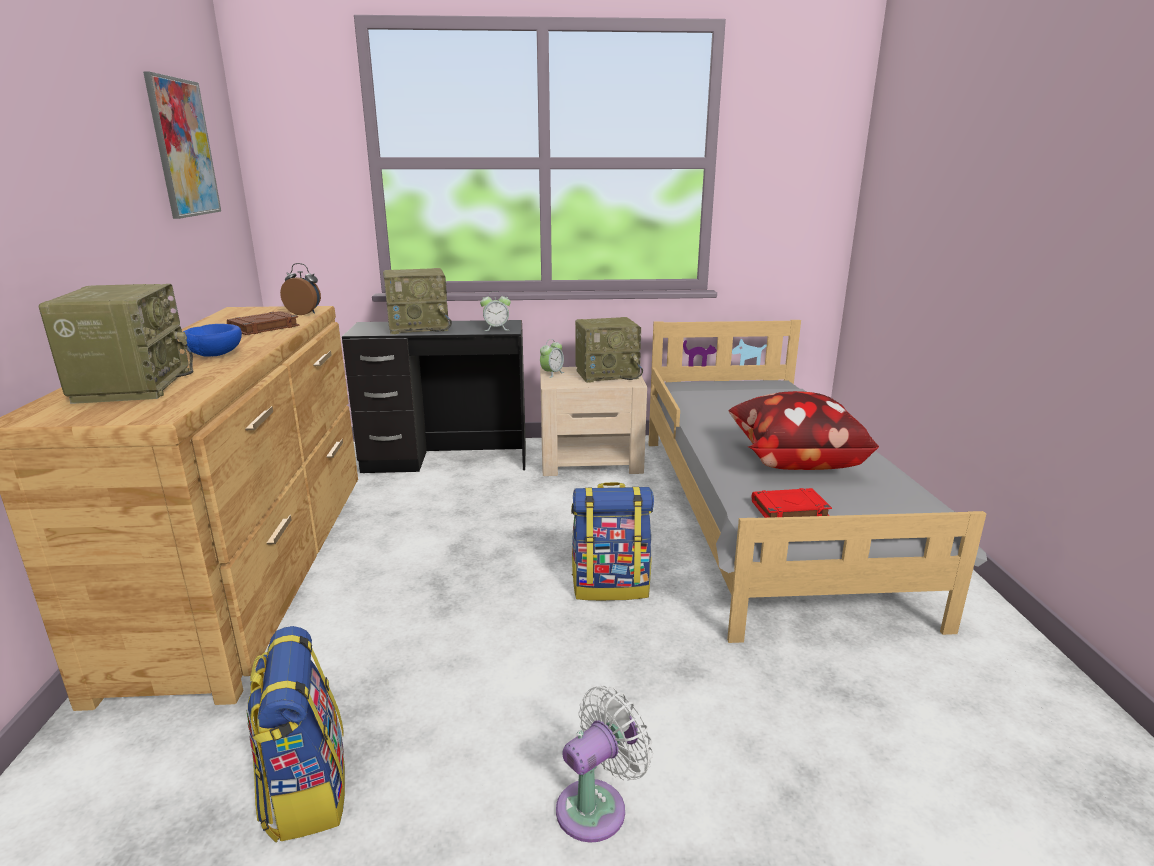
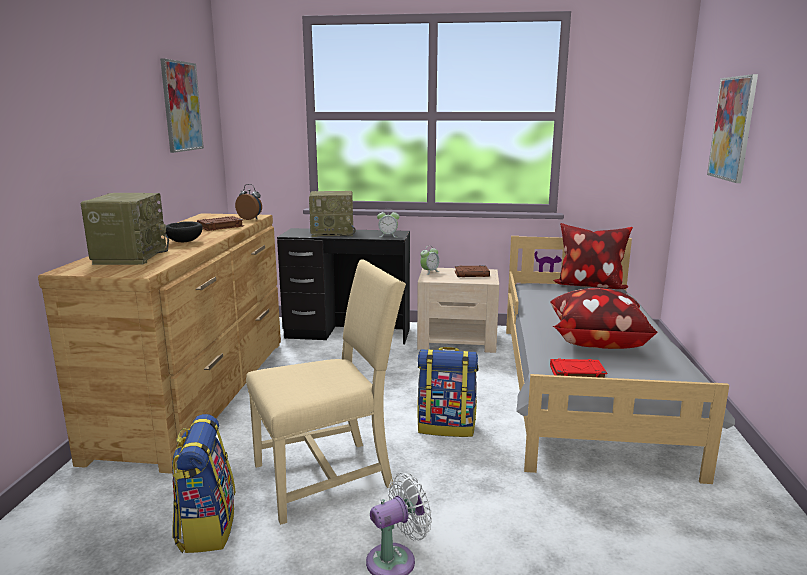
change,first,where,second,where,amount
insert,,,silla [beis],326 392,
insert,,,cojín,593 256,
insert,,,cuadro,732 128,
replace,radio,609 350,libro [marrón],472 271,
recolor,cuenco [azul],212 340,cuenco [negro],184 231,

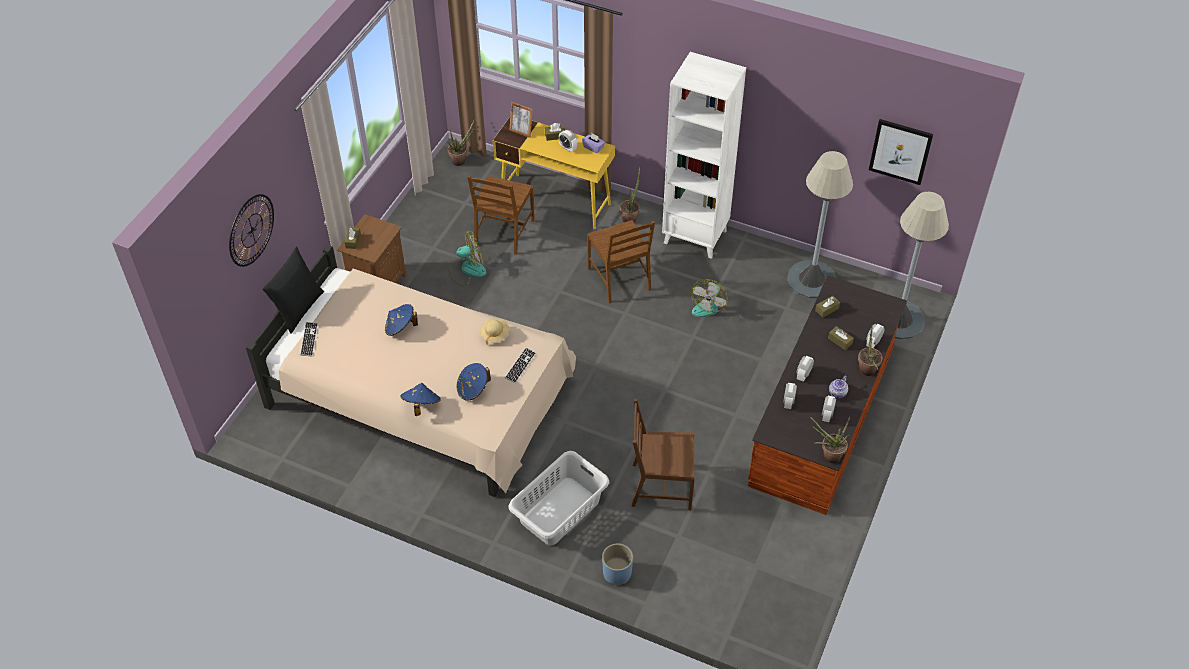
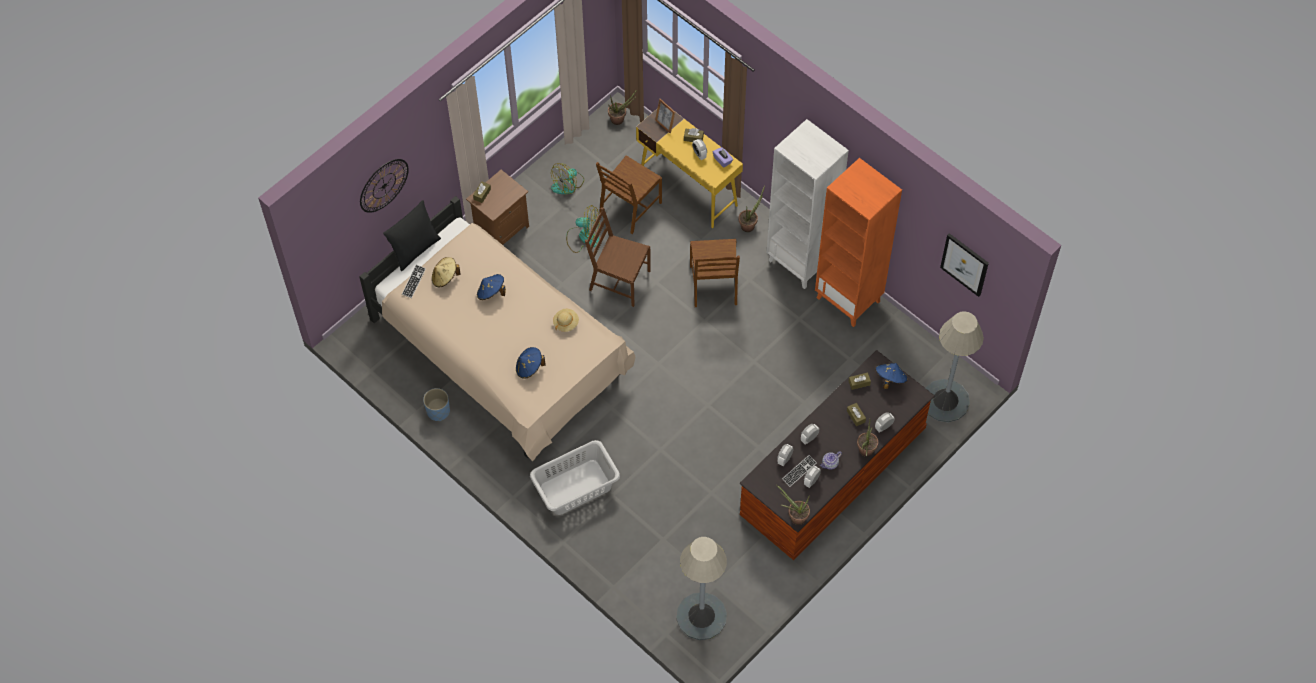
change,first,where,second,where,amount
insert,,,sombrero [beis],446 272,
insert,,,estantería [naranja],858 242,
move,sombrero [azul],421 399,,891 376,
move,teclado,520 365,,799 471,
move,maceta [azul],617 564,,436 404,
move,silla [marrón],663 454,,618 257,
move,ventilador,709 298,,567 178,
move,lámpara de pie [gris],820 224,,701 588,

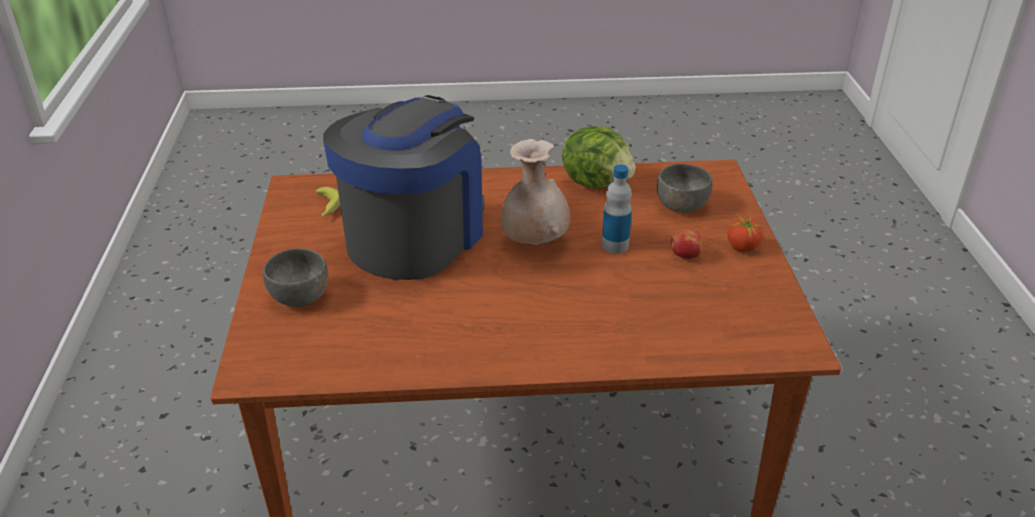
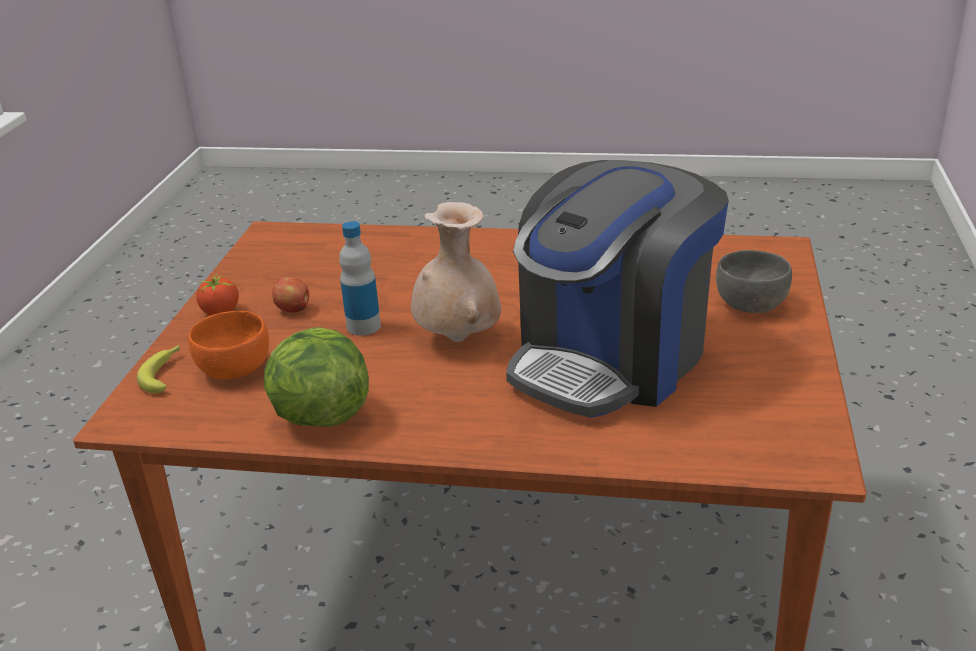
change,first,where,second,where,amount
move,plátano,327 202,,158 369,
recolor,cuenco [gris],684 188,cuenco [naranja],228 345,

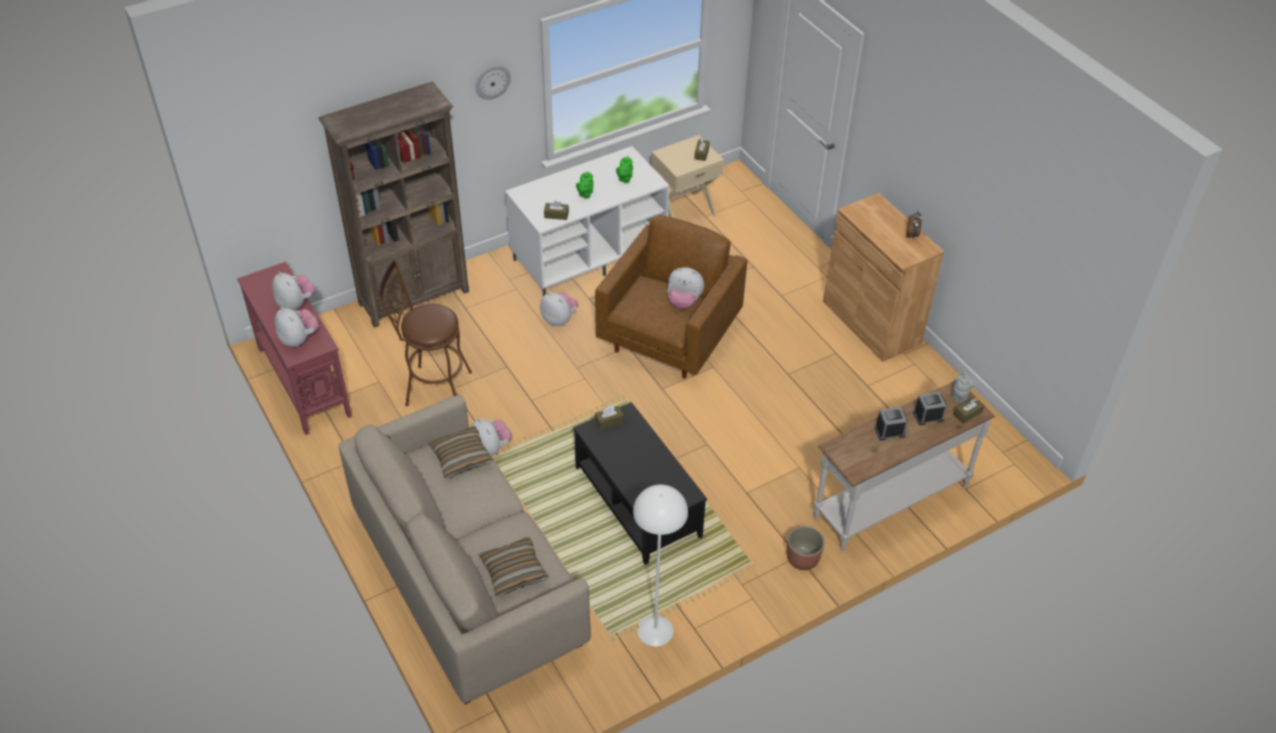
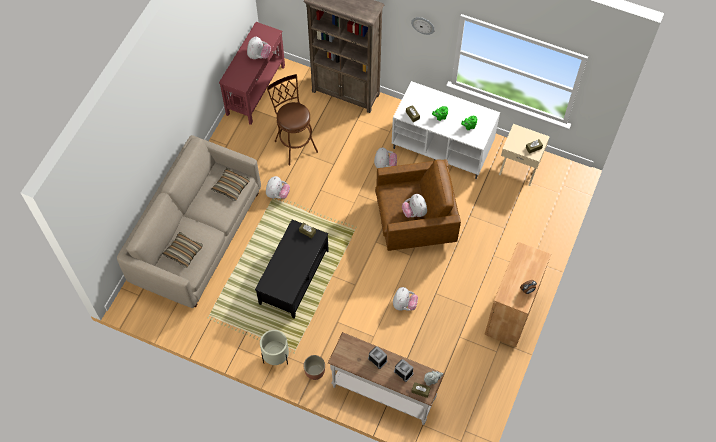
change,first,where,second,where,amount
delete,lámpara de pie [blanco],660 566,,,
insert,,,maceta [beis],274 347,
move,peluche,296 327,,405 299,

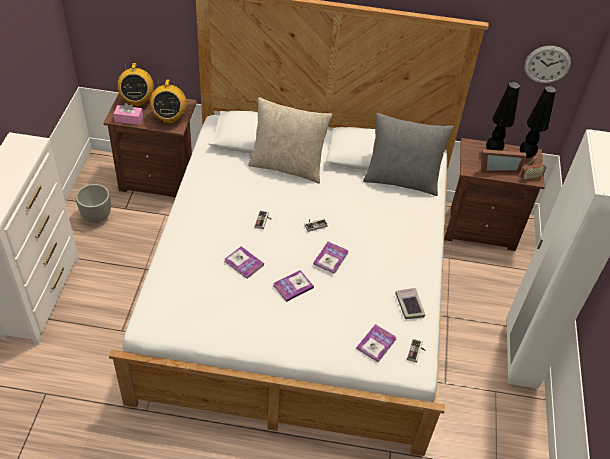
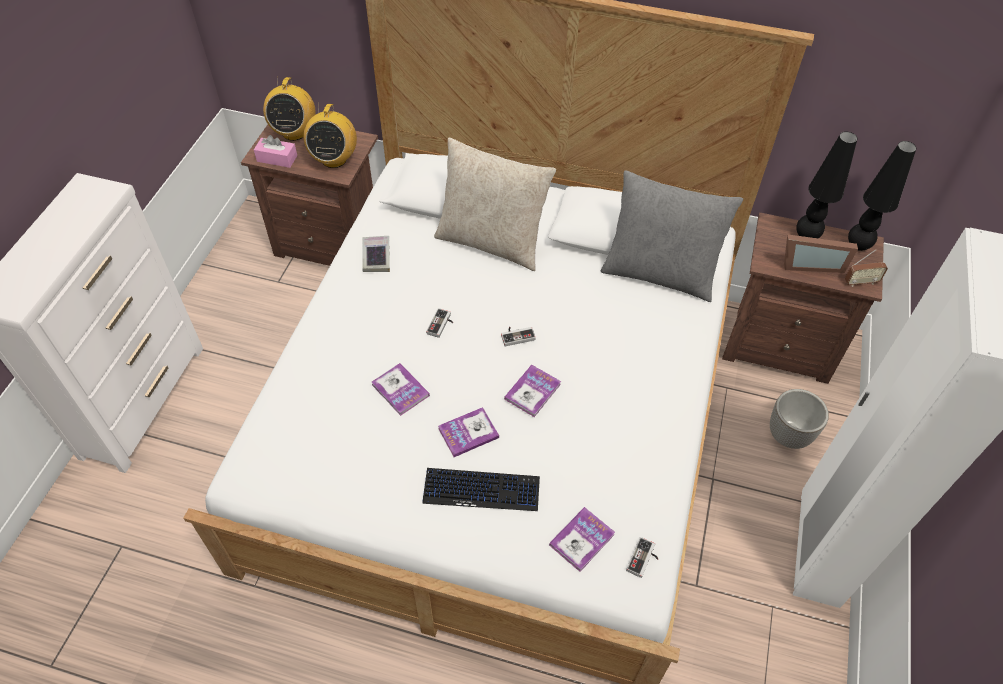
change,first,where,second,where,amount
delete,reloj de pared,547 64,,,
insert,,,teclado,481 489,
move,maceta,93 203,,799 419,
move,libro,410 303,,376 254,

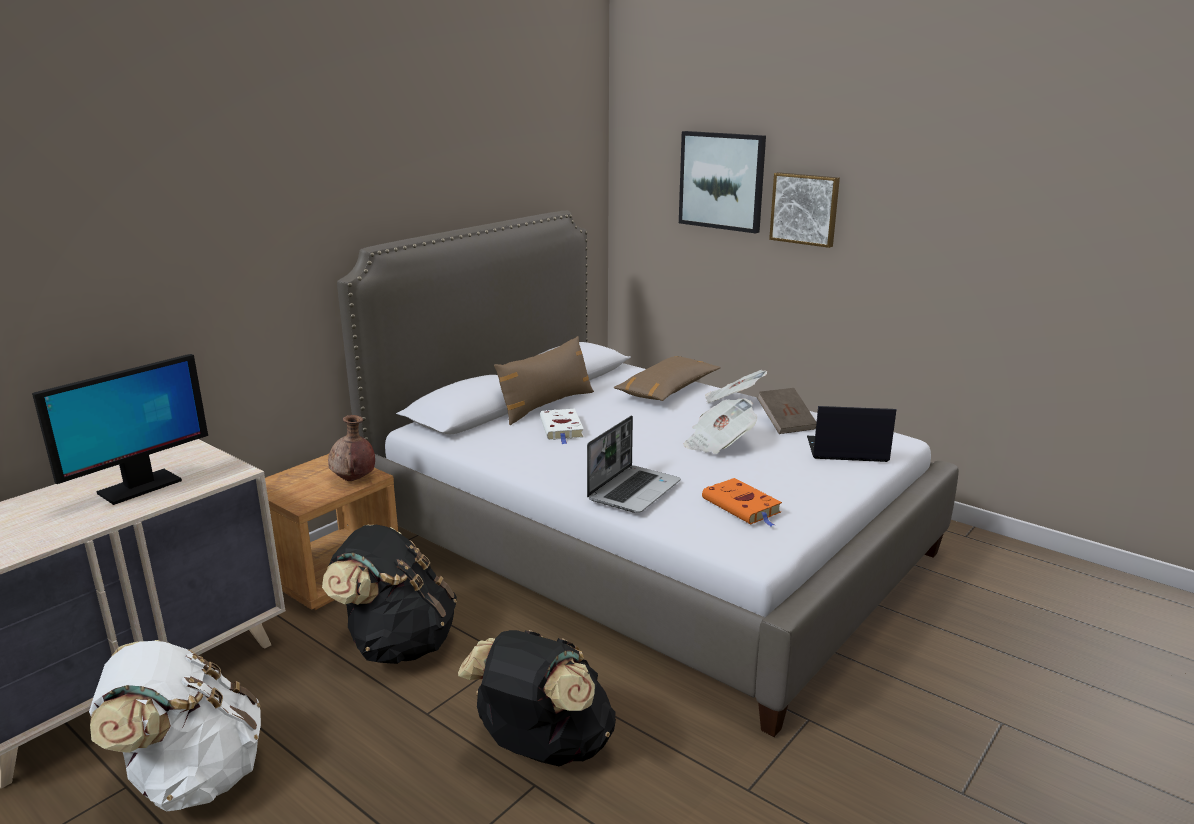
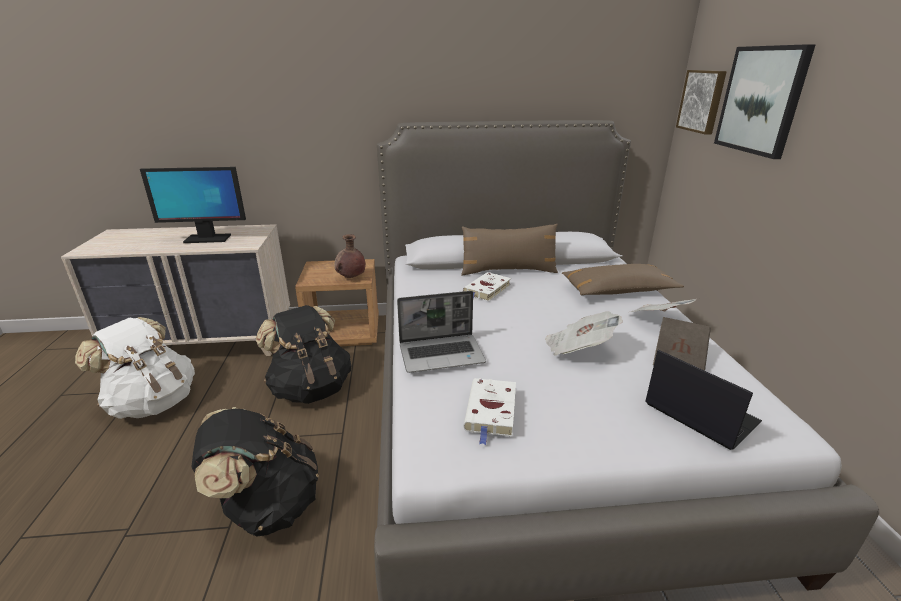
change,first,where,second,where,amount
move,cuadro,804 210,,701 102,
recolor,libro [naranja],742 502,libro [blanco],490 411,

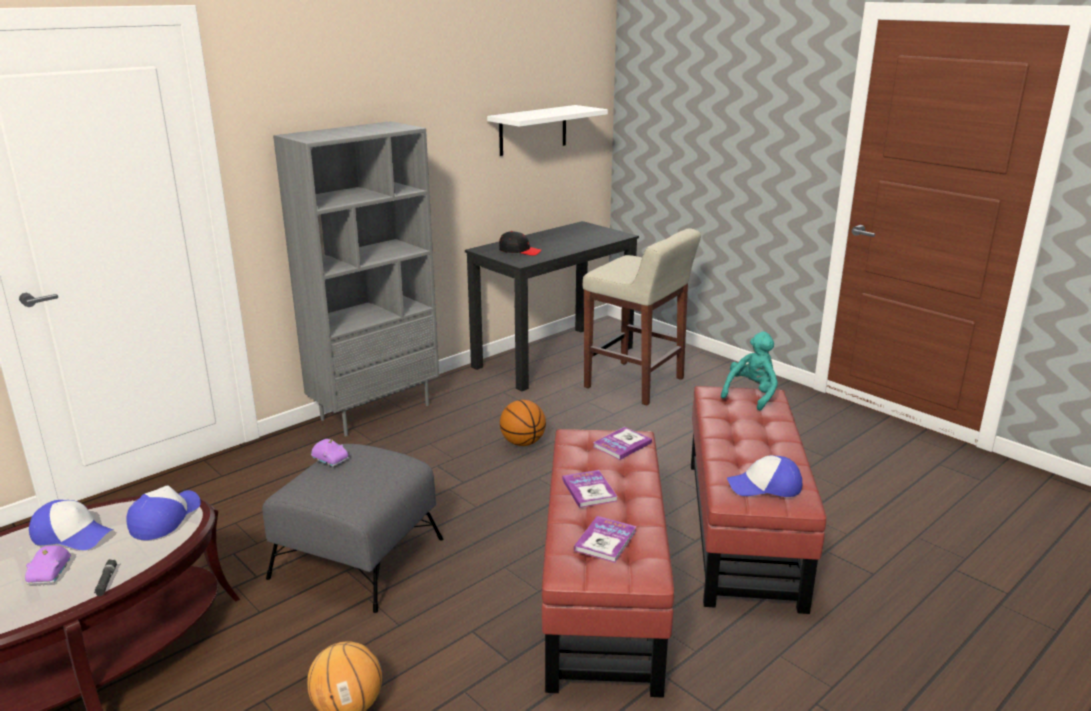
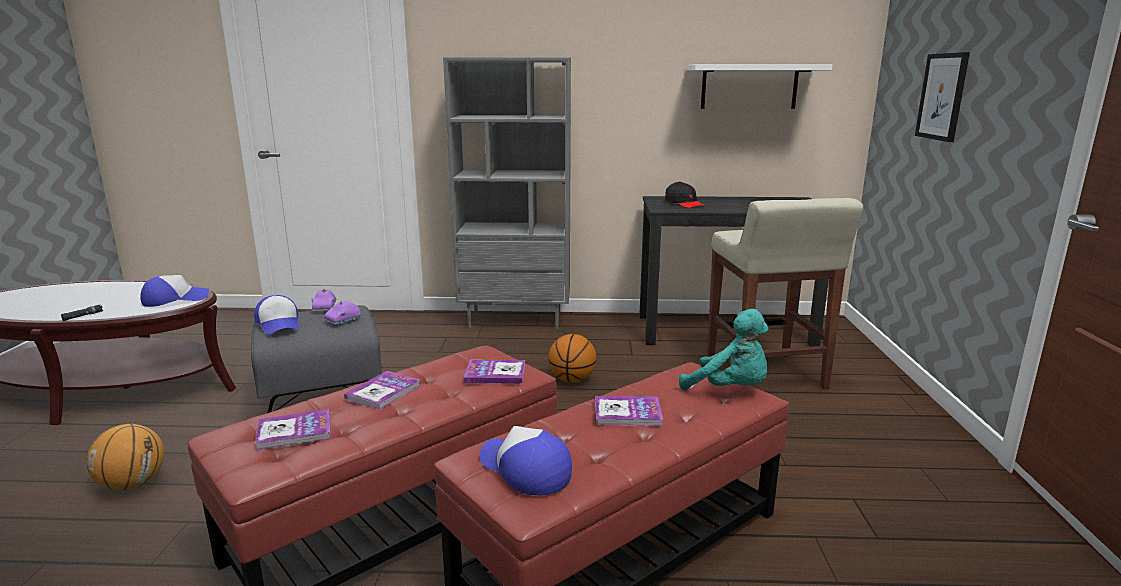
change,first,where,second,where,amount
insert,,,libro,629 411,
insert,,,cuadro,942 97,
move,coche de juguete [morado],48 564,,342 313,
move,gorra,71 525,,276 315,
rotate,peluche [turquesa],749 371,,724 349,45 degrees clockwise

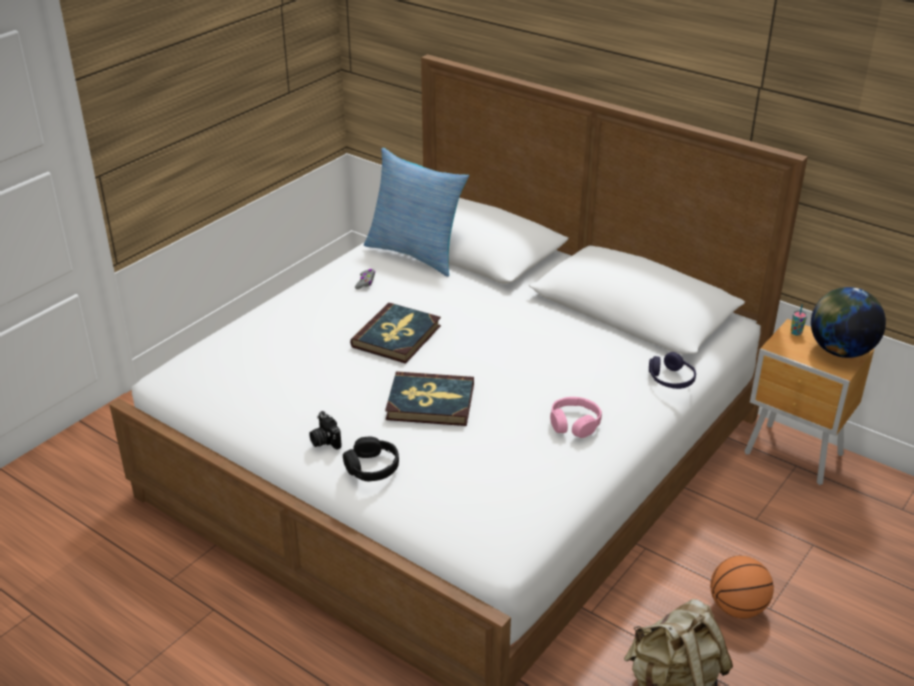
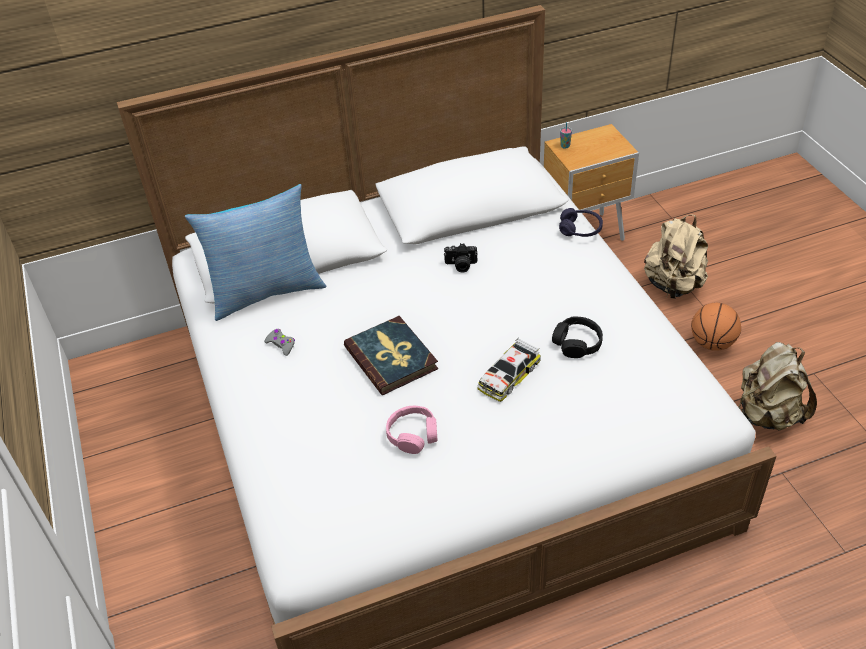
change,first,where,second,where,amount
delete,globo terráqueo,848 322,,,
insert,,,mochila [beis],676 256,
move,cámara,325 430,,461 257,
move,auriculares [negro],371 459,,577 337,
move,auriculares [rosa],576 417,,412 430,
replace,libro,429 398,coche de juguete,509 369,

